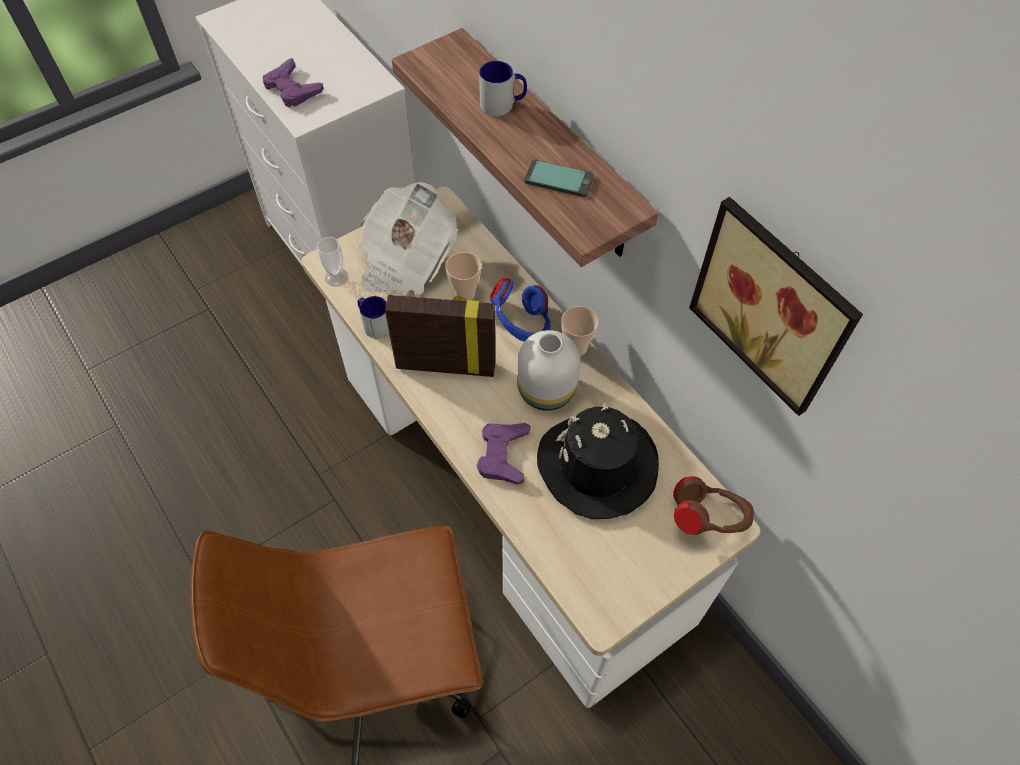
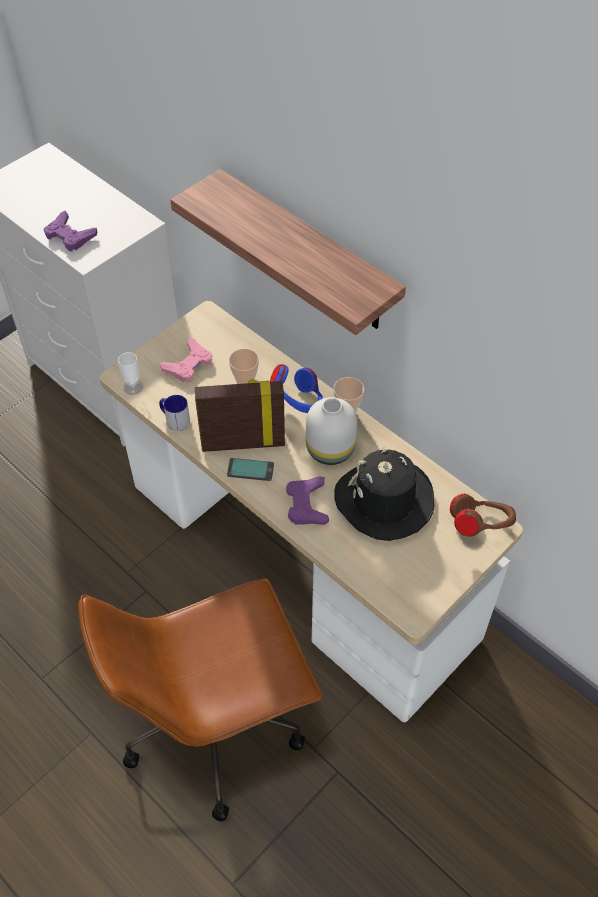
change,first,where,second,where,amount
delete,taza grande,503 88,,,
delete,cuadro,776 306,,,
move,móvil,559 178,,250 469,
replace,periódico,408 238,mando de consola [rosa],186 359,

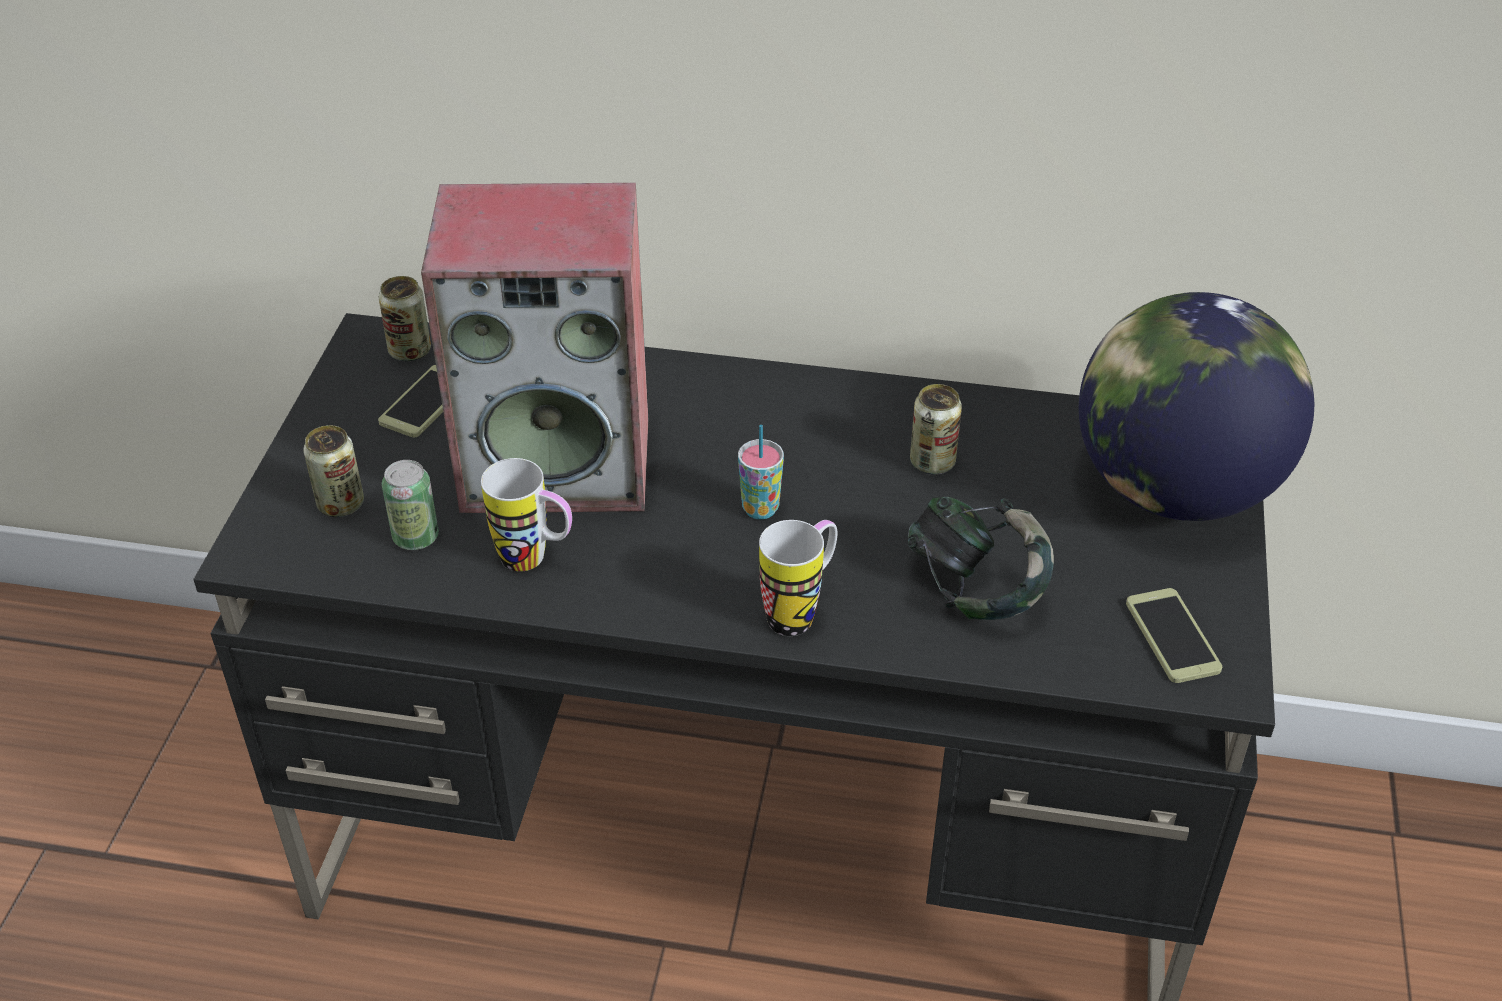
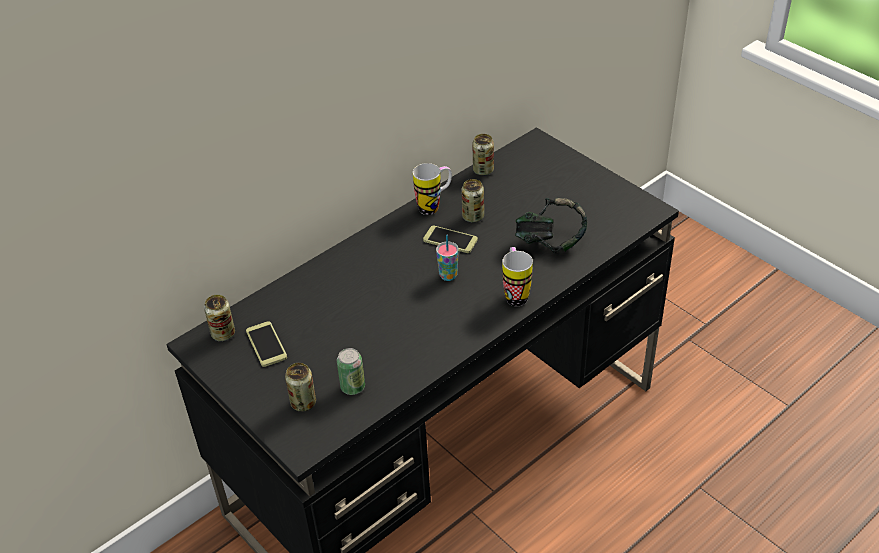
change,first,where,second,where,amount
delete,altavoz,534 348,,,
delete,globo terráqueo,1196 406,,,
insert,,,lata,483 155,
move,taza grande,526 515,,432 189,
move,móvil,1174 635,,450 239,

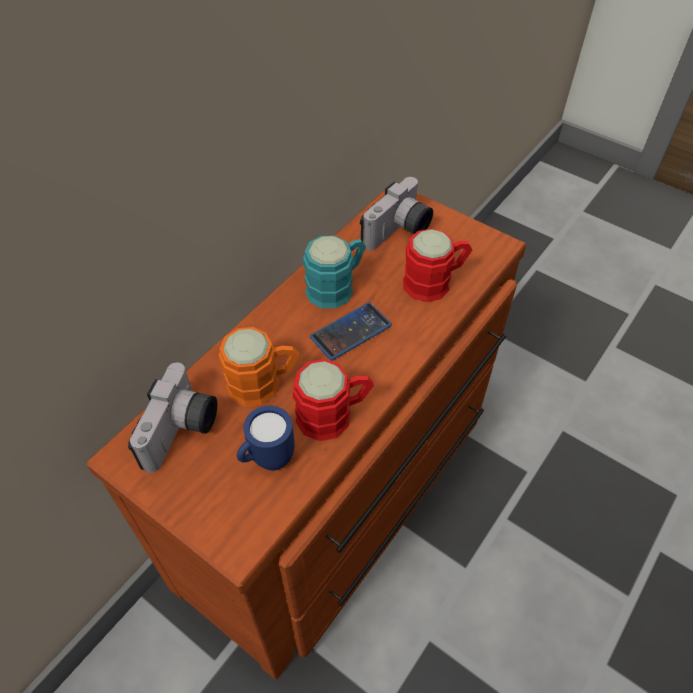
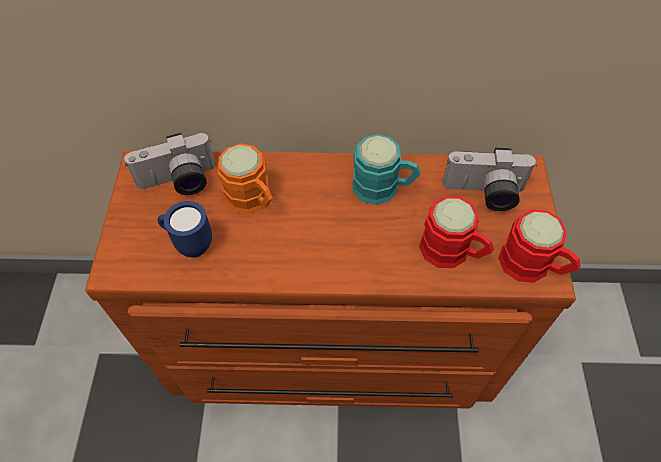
change,first,where,second,where,amount
delete,móvil,351 331,,,
move,taza grande [rojo],333 400,,539 246,

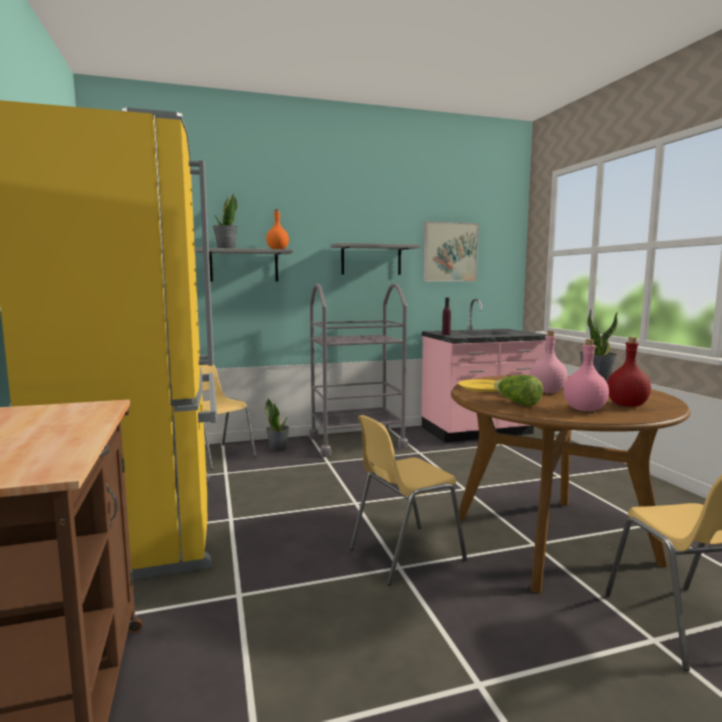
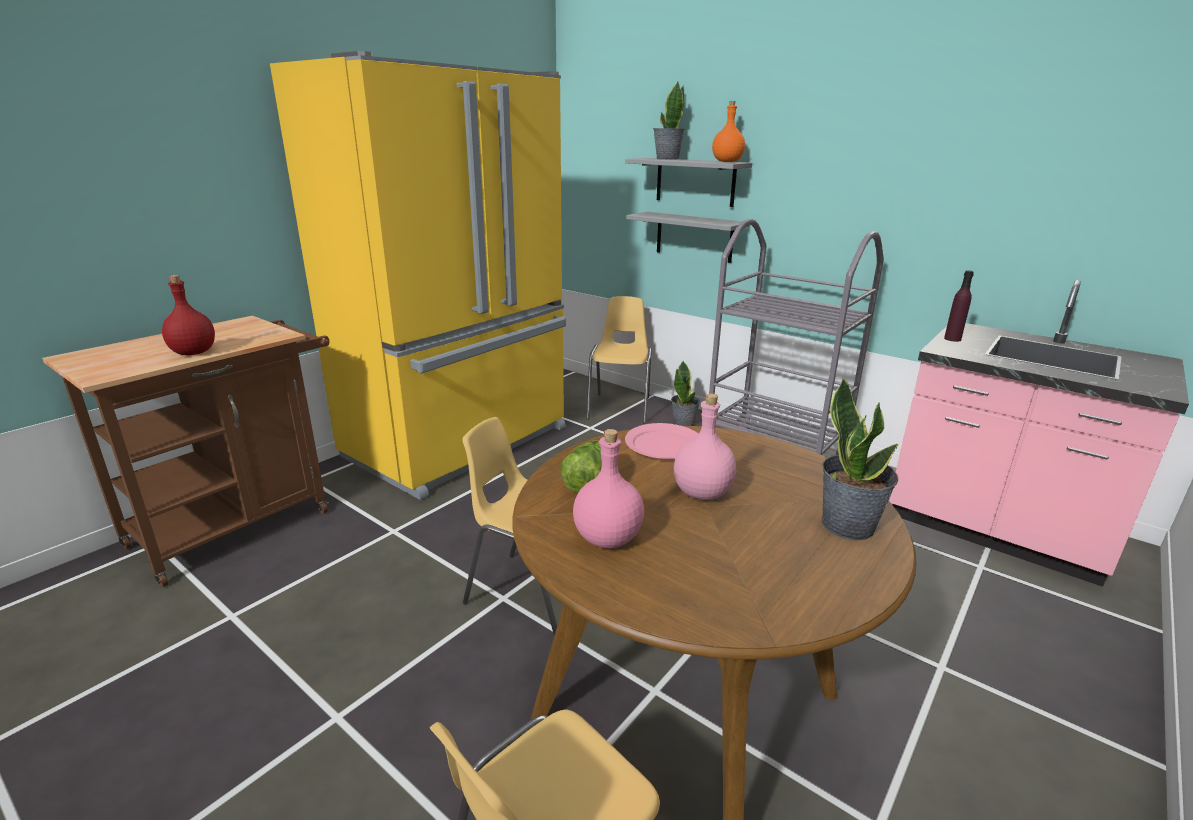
change,first,where,second,where,amount
delete,cuadro,451 251,,,
move,estante [gris],376 259,,687 237,
move,botella [rojo],629 372,,188 315,
recolor,plato [amarillo],478 385,plato [rosa],661 441,

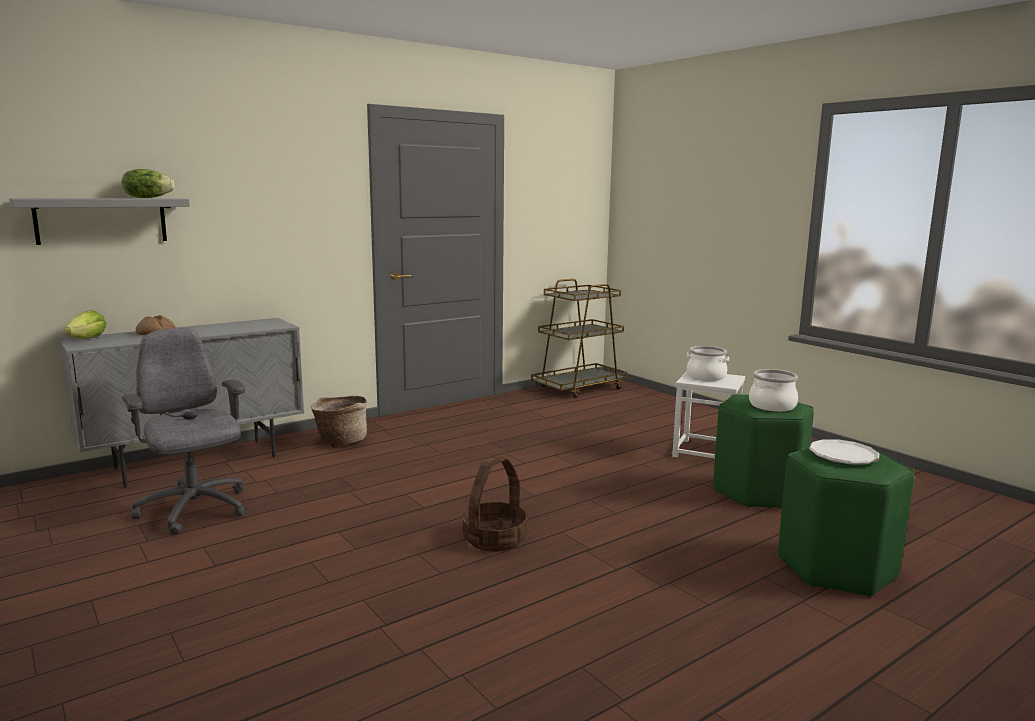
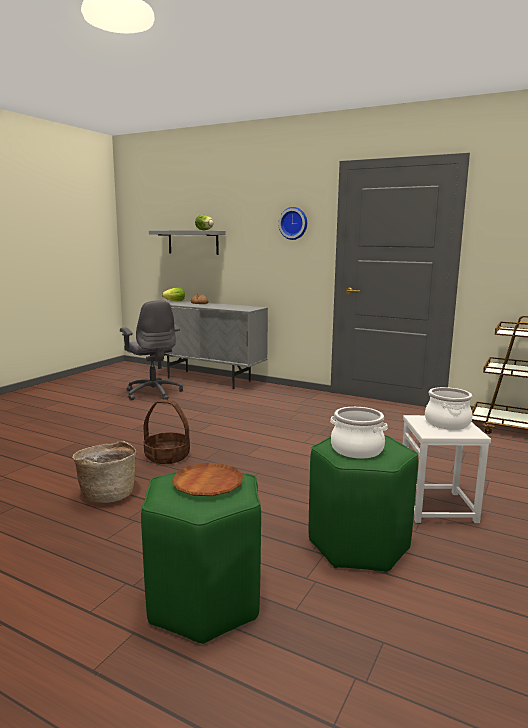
change,first,where,second,where,amount
insert,,,reloj de pared,293 223,
move,cesta,339 422,,104 472,
recolor,plato [blanco],844 451,plato [marrón],207 479,
rotate,silla de oficina [gris],184 431,,151 350,120 degrees clockwise

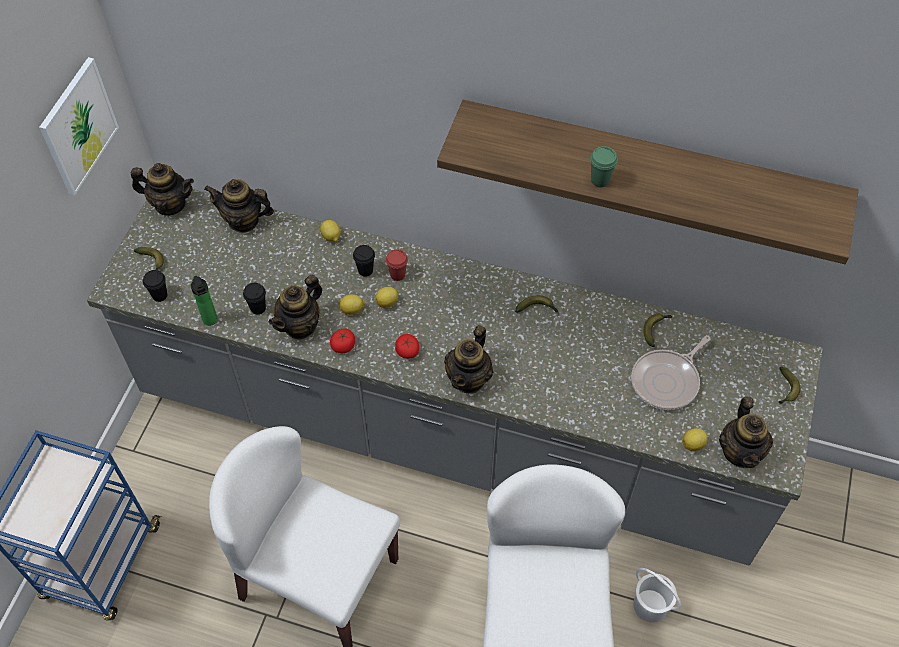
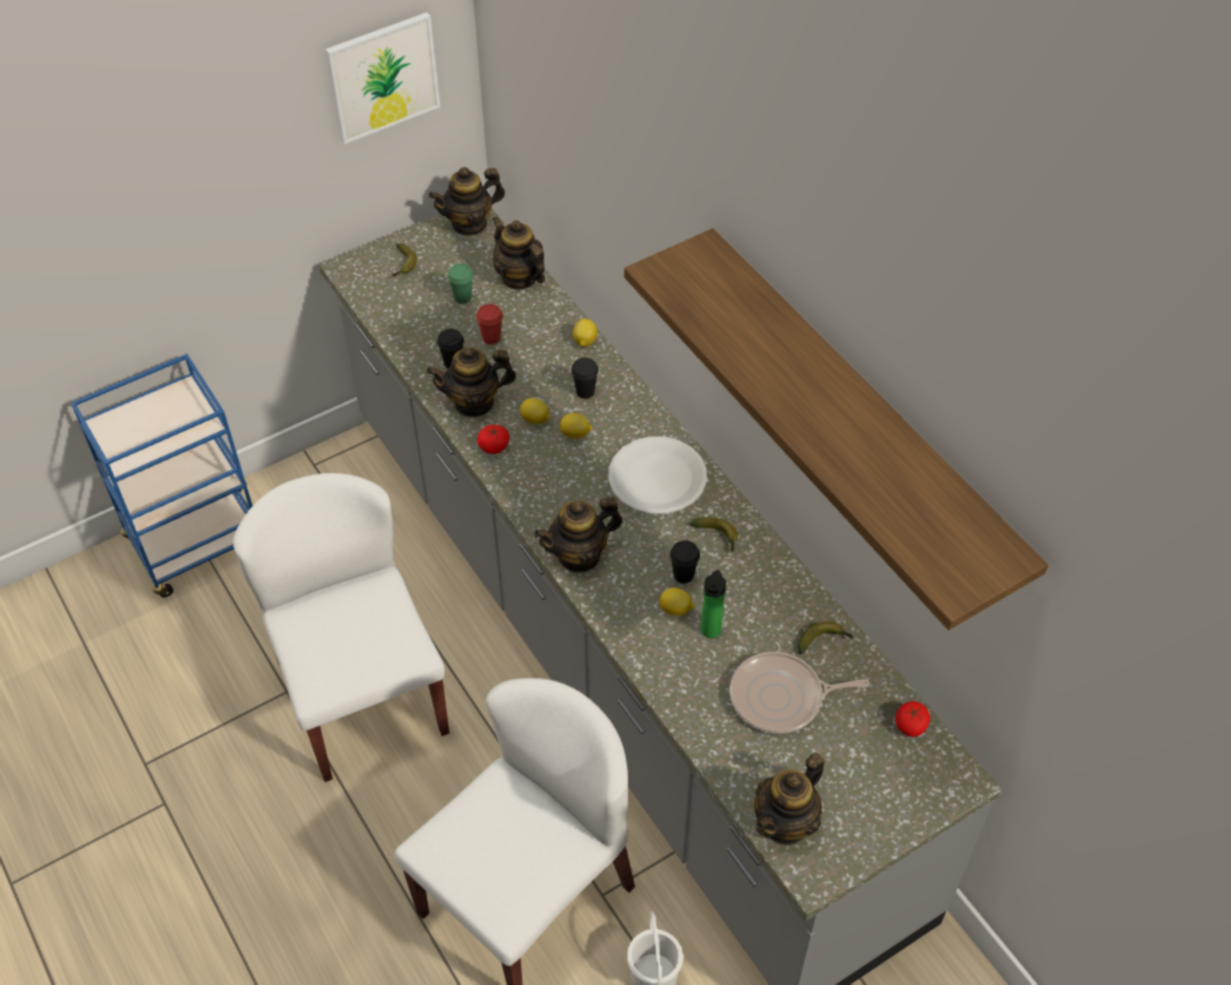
change,first,where,second,where,amount
delete,plátano,789 385,,,
insert,,,plato [blanco],657 475,
move,taza [negro],155 286,,685 561,
move,botella,204 301,,713 604,
move,taza [rojo],397 265,,489 324,
move,tomate,407 346,,913 719,
move,taza [verde],604 166,,460 284,
move,limón,695 439,,676 602,
rotate,tetera,162 189,,467 201,105 degrees clockwise

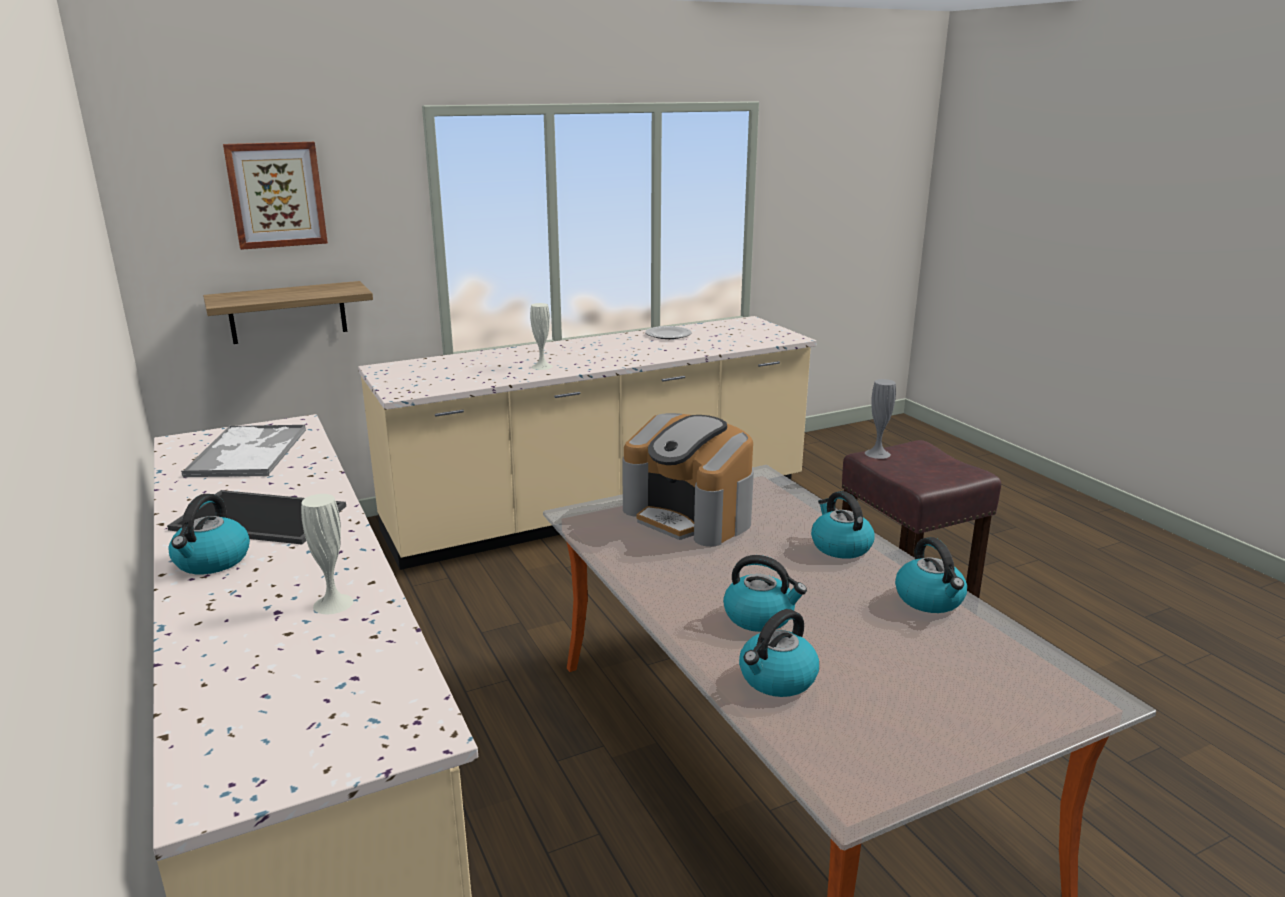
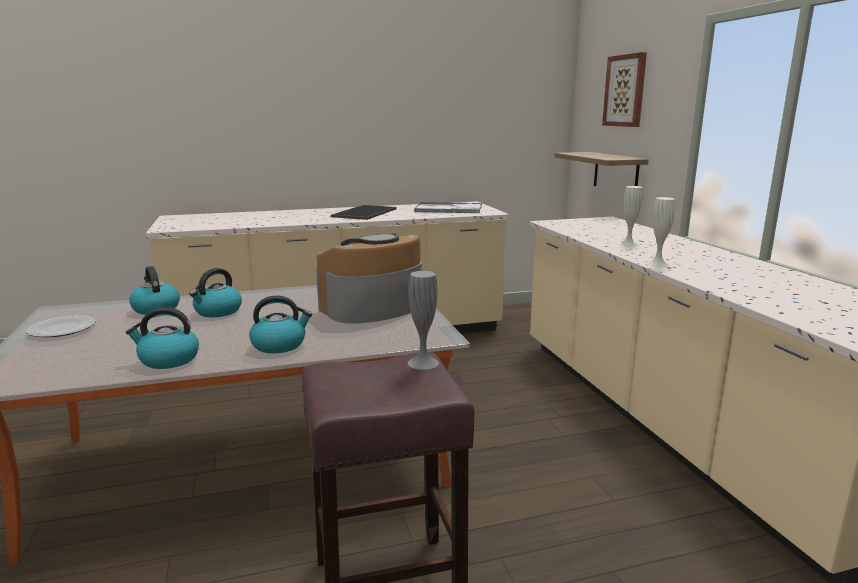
change,first,where,second,where,amount
delete,hervidor,209 534,,,
move,florero [blanco],327 554,,660 232,
move,plato,668 332,,61 326,

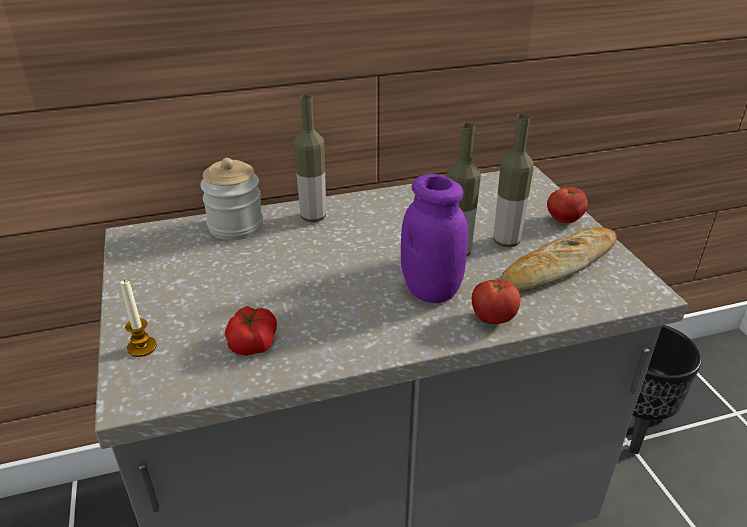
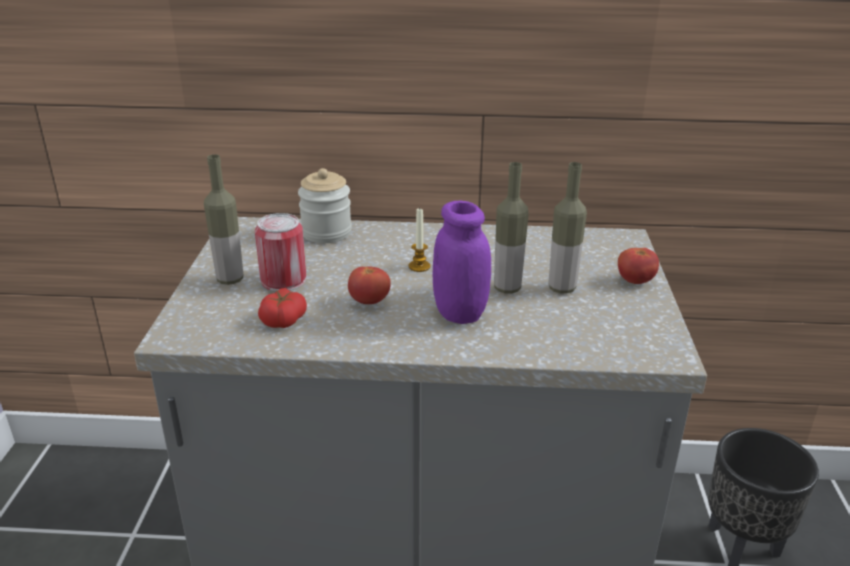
change,first,where,second,where,amount
delete,pan,559 259,,,
insert,,,lata,280 252,
move,vela,138 318,,419 240,
move,botella,310 158,,223 219,
move,tomate,496 302,,369 285,

